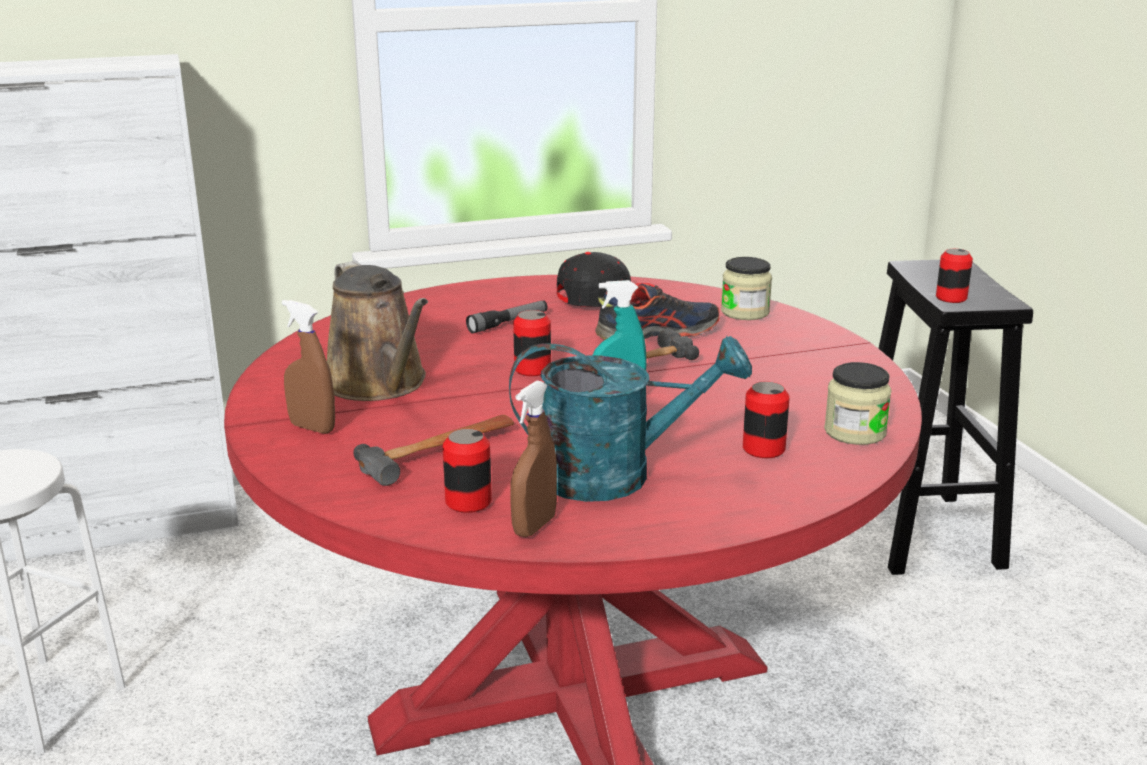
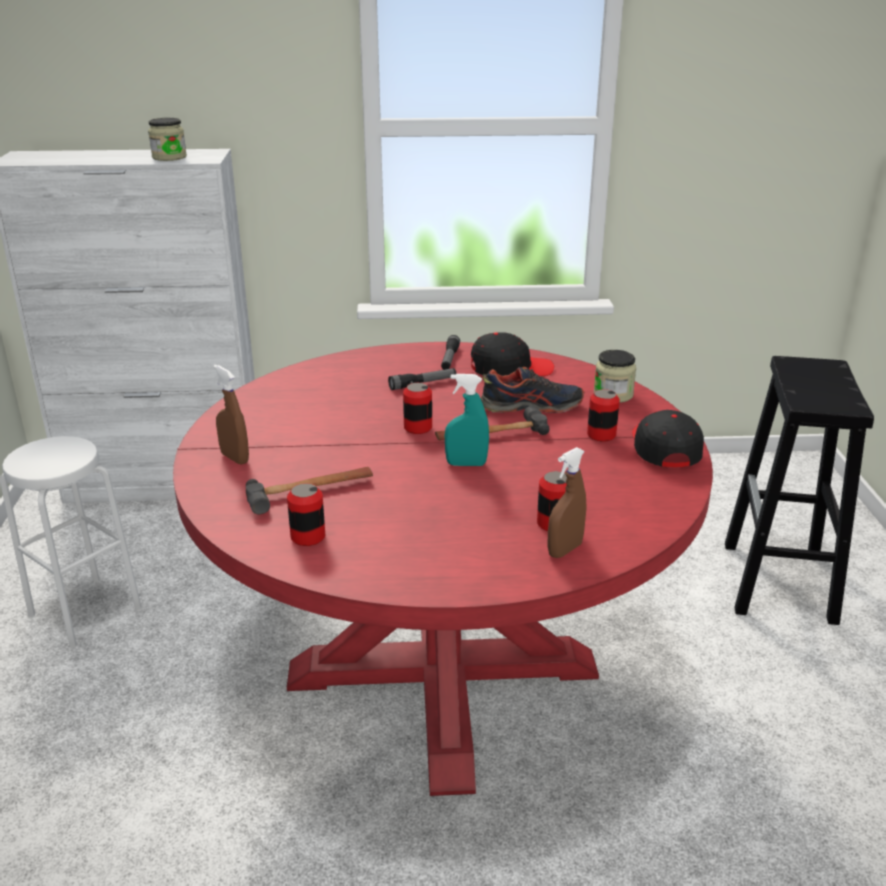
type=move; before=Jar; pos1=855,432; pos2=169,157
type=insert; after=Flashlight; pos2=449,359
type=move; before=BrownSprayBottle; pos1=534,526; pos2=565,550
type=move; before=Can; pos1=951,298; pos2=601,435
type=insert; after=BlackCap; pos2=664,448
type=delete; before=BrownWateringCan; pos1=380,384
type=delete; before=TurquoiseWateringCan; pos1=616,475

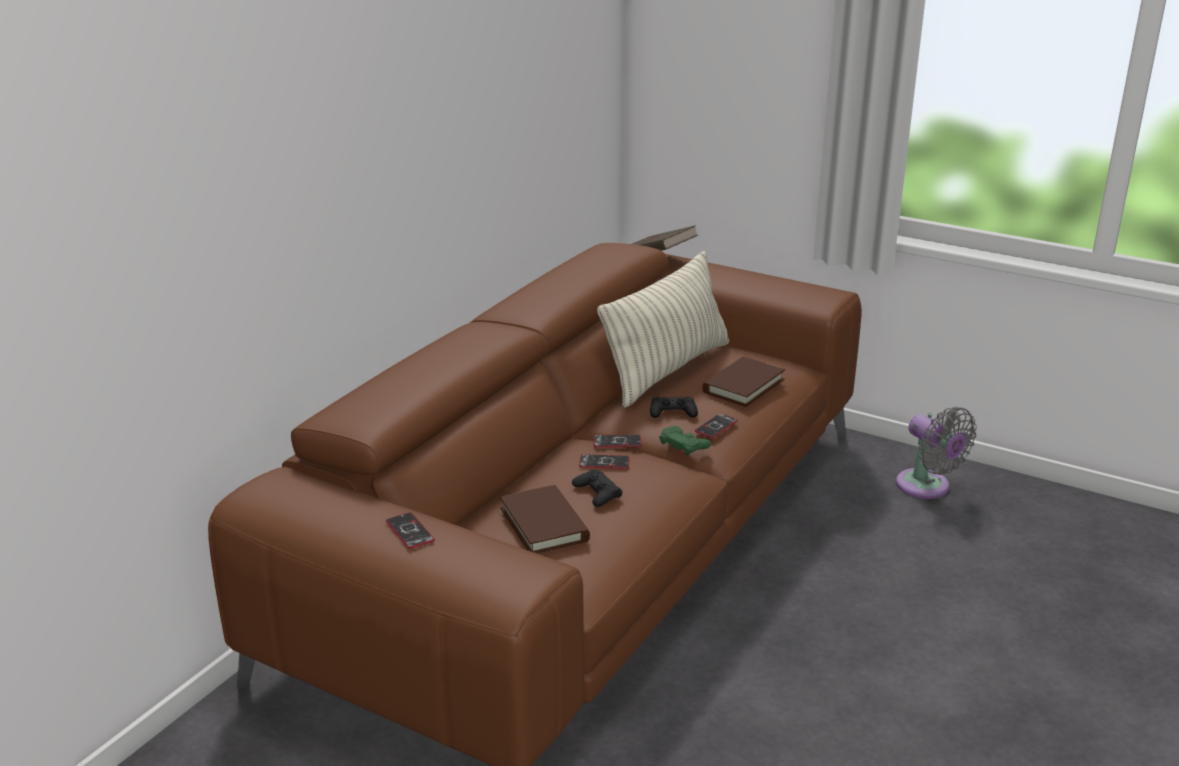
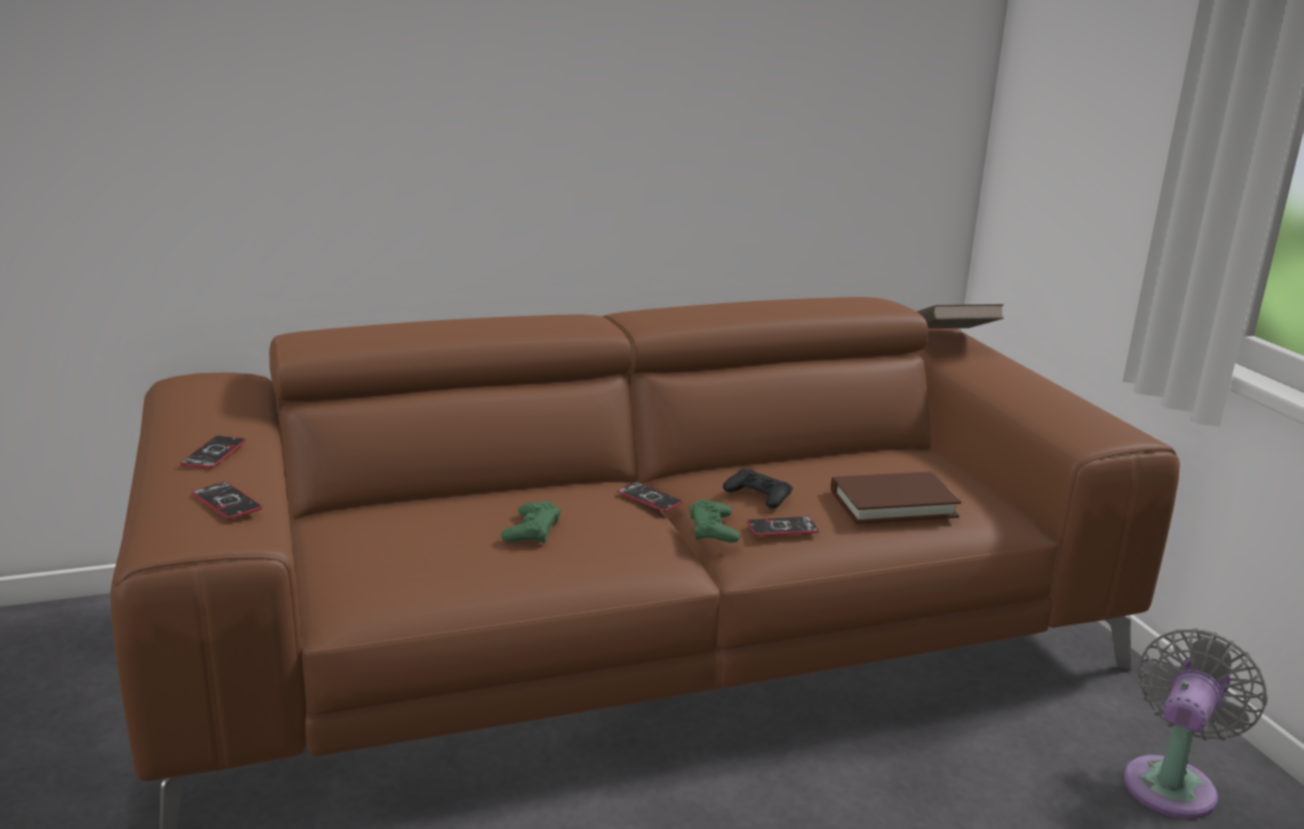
type=move; before=Phone; pos1=604,463; pos2=227,502
type=recolor; before=BlackGameController; after=GreenGameController; pos1=597,493; pos2=531,530
type=rotate; before=GreyFan; pos1=927,487; pos2=1172,782; turn=-150
type=delete; before=BrownBook; pos1=544,524
type=delete; before=Pillow; pos1=667,370

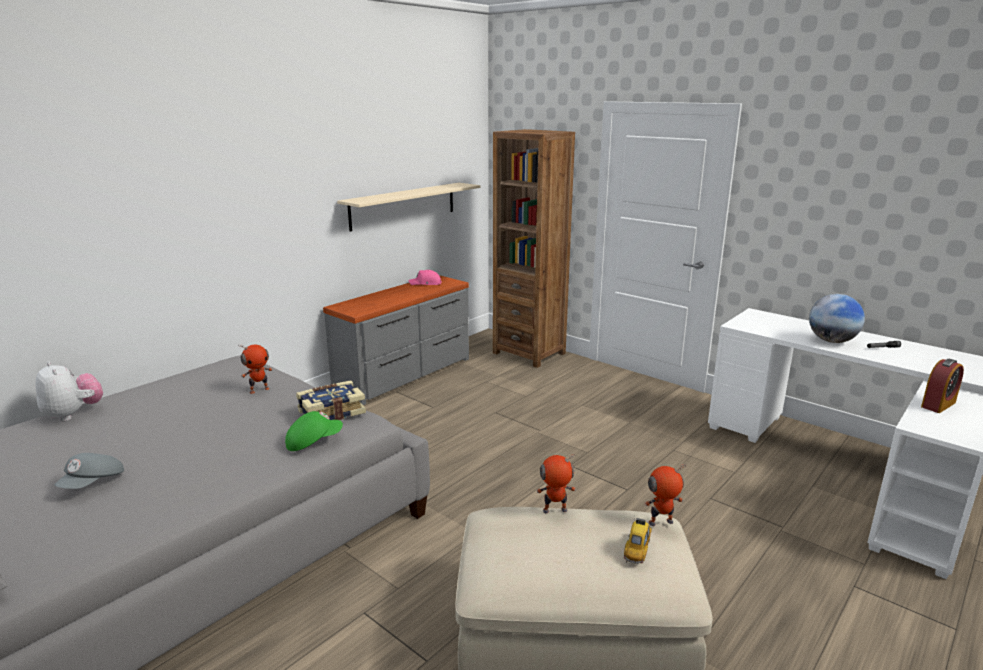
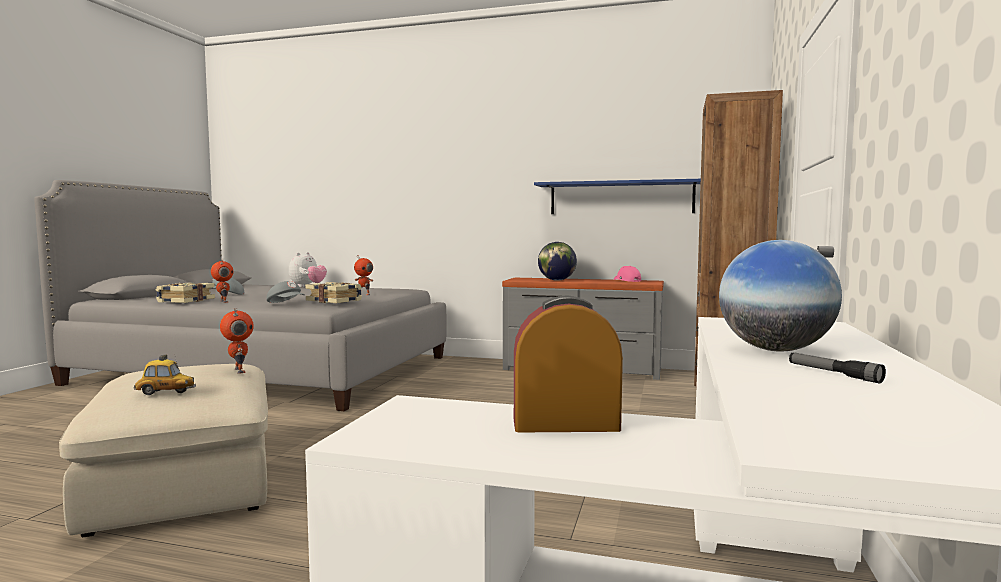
type=insert; after=Book; pos2=185,301
type=move; before=ToyRobot; pos1=661,523; pos2=223,301
type=recolor; before=GreenCap; after=GreyCap; pos1=313,441; pos2=286,303
type=rotate; before=AlarmClock; pos1=938,404; pos2=565,424; turn=150
type=recolor; before=BeigeShelf; after=BlueShelf; pos1=403,205; pos2=621,198
type=insert; after=Globe; pos2=557,280

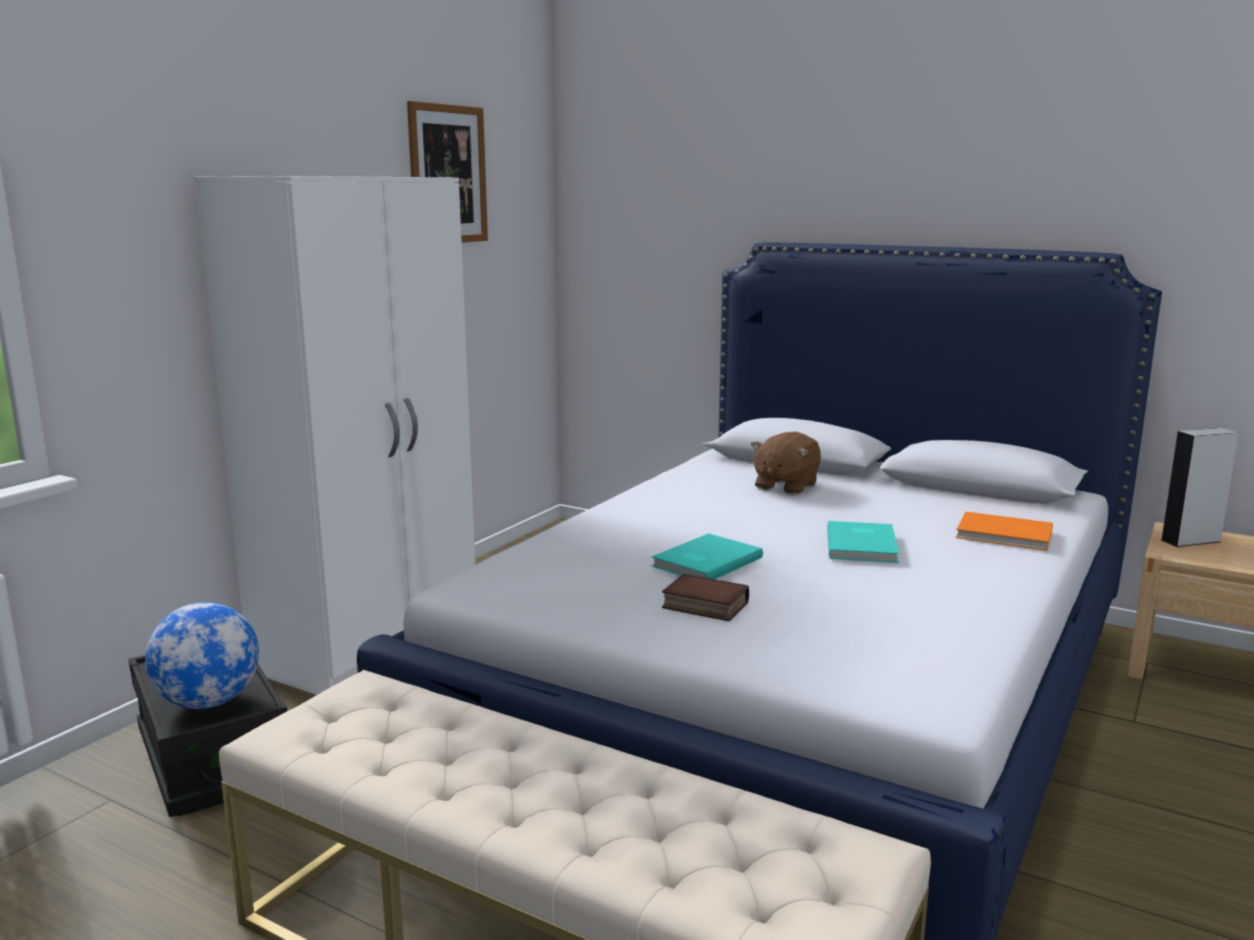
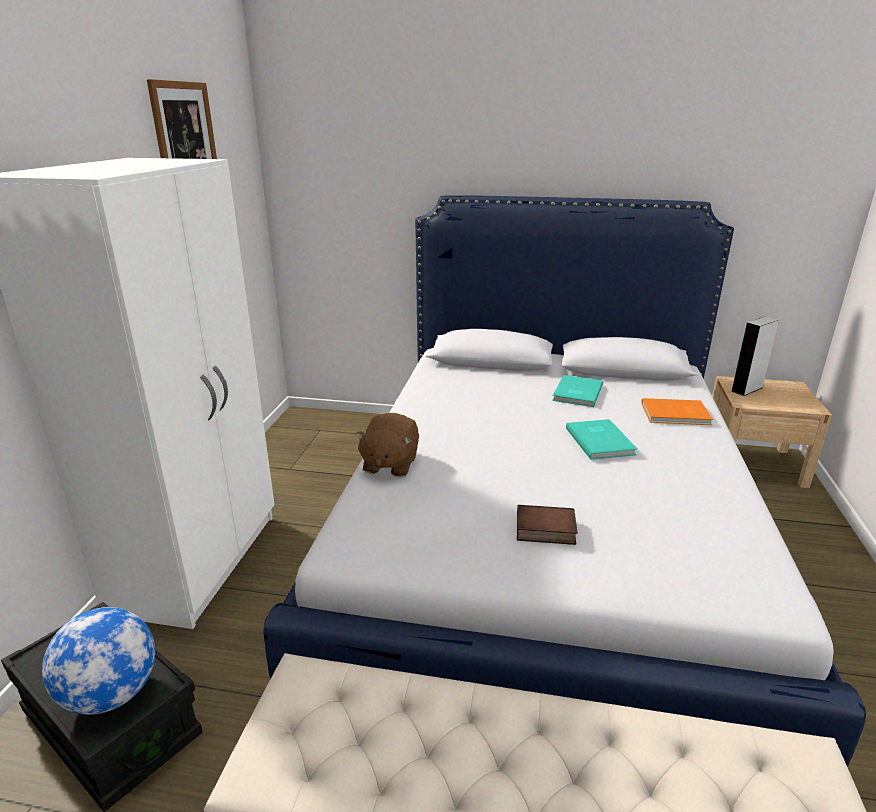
type=move; before=BrownPlushToy; pos1=785,486; pos2=389,464
type=move; before=TurquoiseBook; pos1=704,561; pos2=576,393

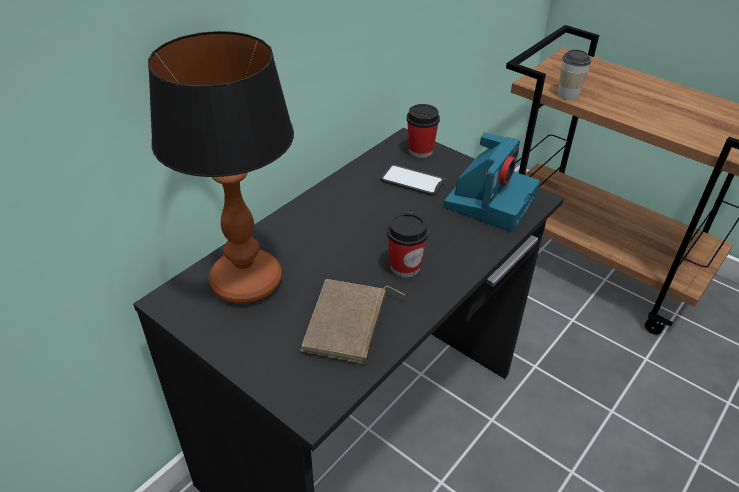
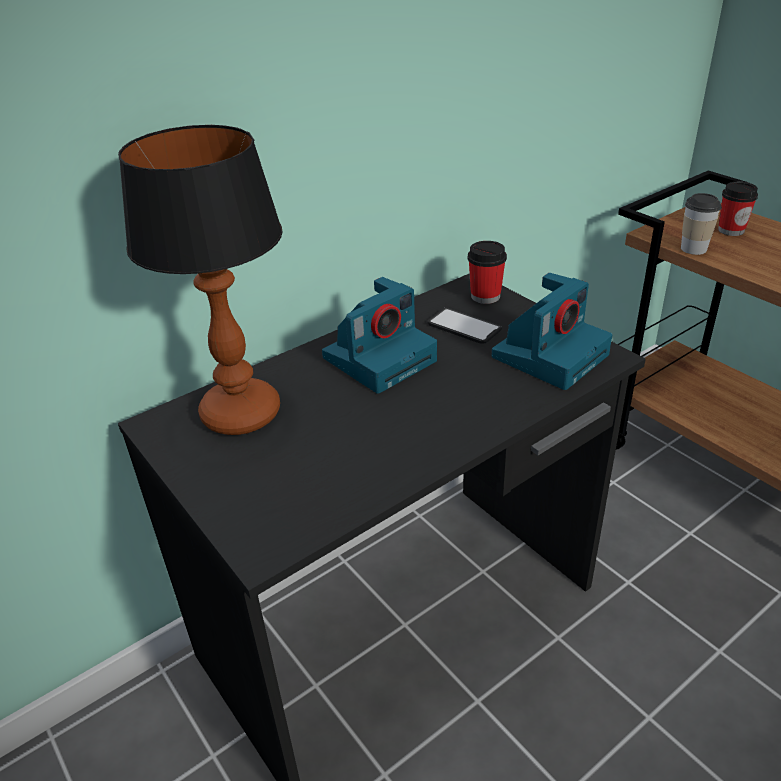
type=insert; after=PhotoCamera; pos2=380,358
type=move; before=Cup; pos1=405,266; pos2=731,230
type=delete; before=BrownBook; pos1=348,325

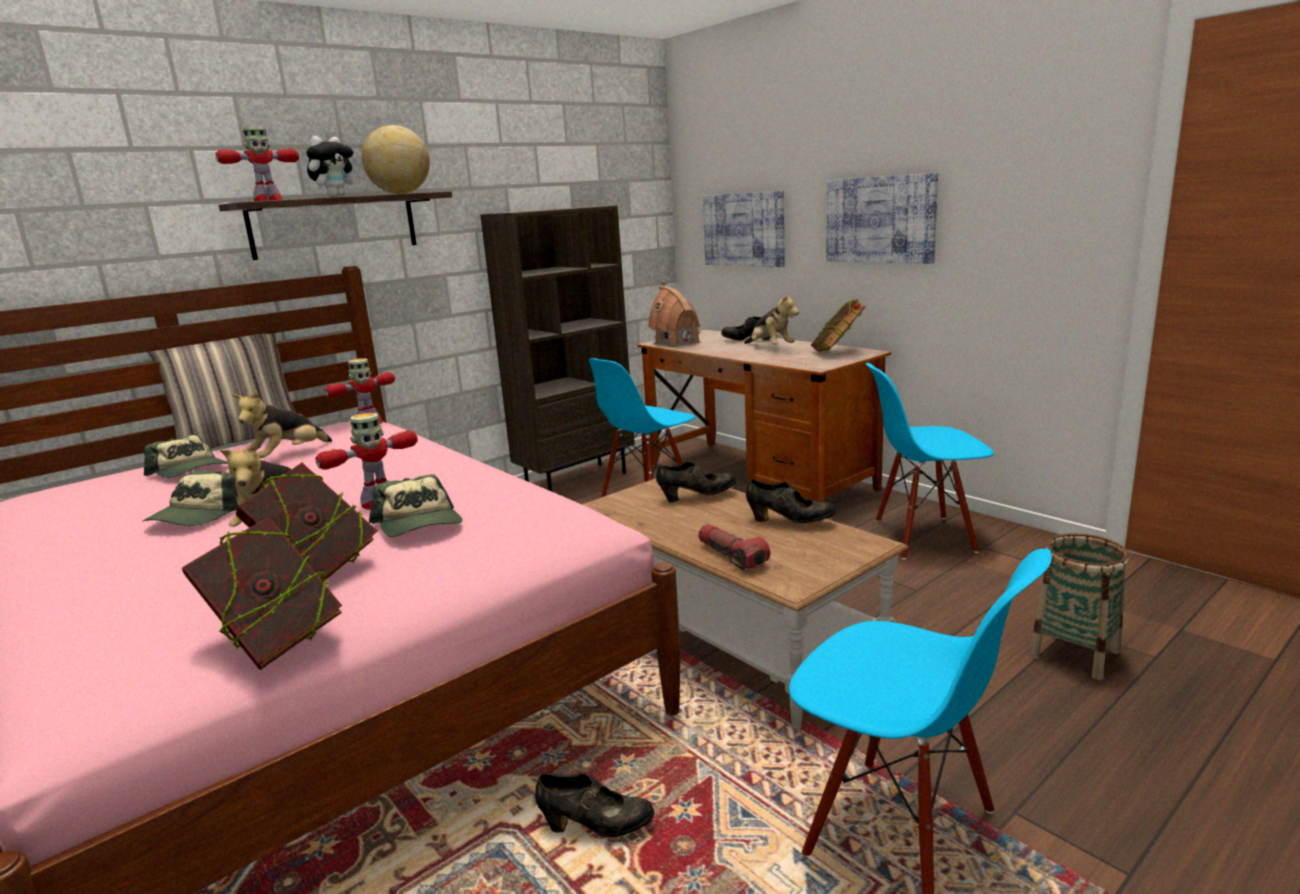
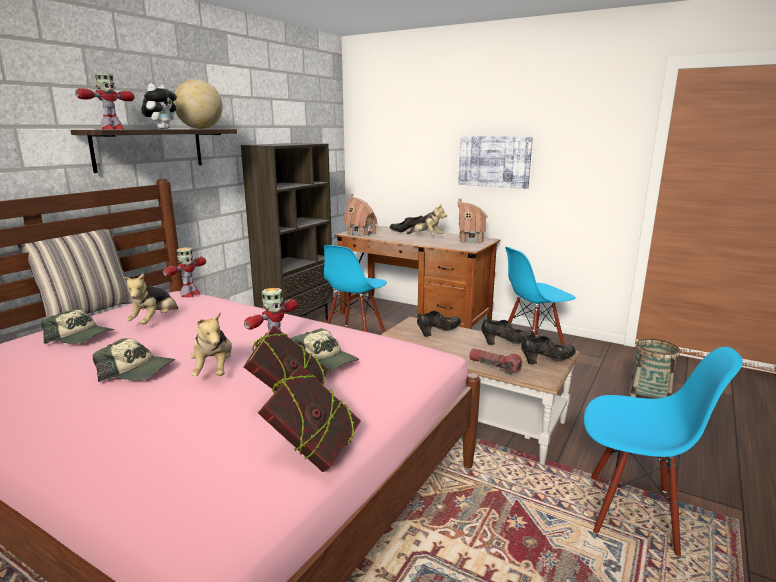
type=rotate; before=Cap; pos1=197,516; pos2=138,371; turn=-75
type=replace; before=Book; after=ToyHouse; pos1=837,352; pos2=470,240
type=move; before=BlackShoe; pos1=596,827; pos2=547,361
type=delete; before=Picture; pos1=744,229

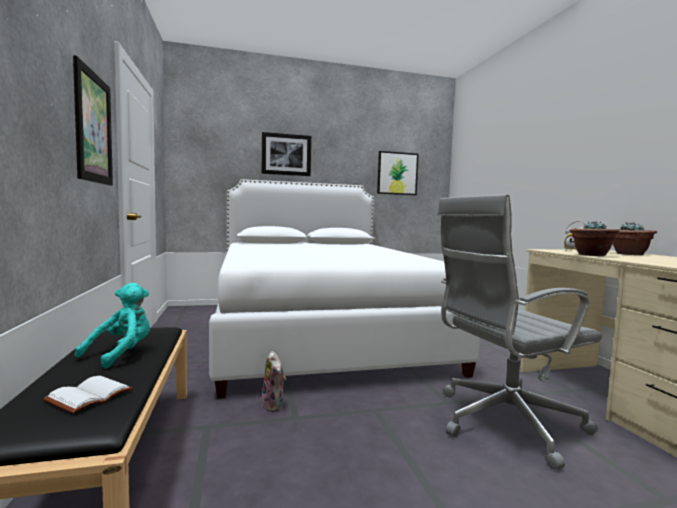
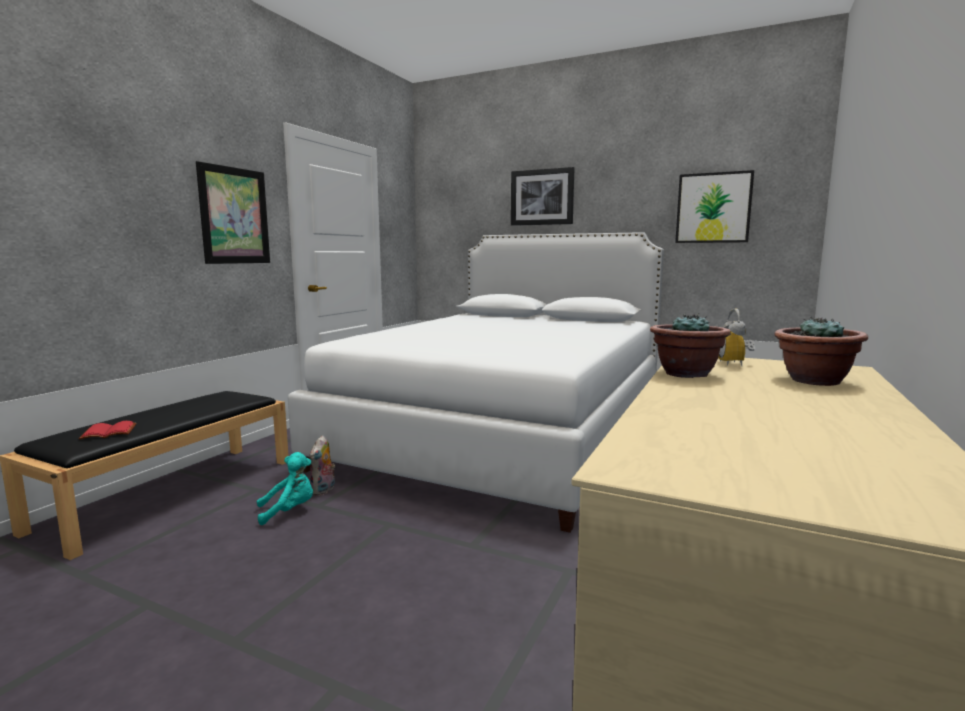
type=recolor; before=WhiteBook; after=RedBook; pos1=89,395; pos2=110,432
type=move; before=TurquoisePlushToy; pos1=121,353; pos2=289,511
type=delete; before=GreyOfficeChair; pos1=504,422

